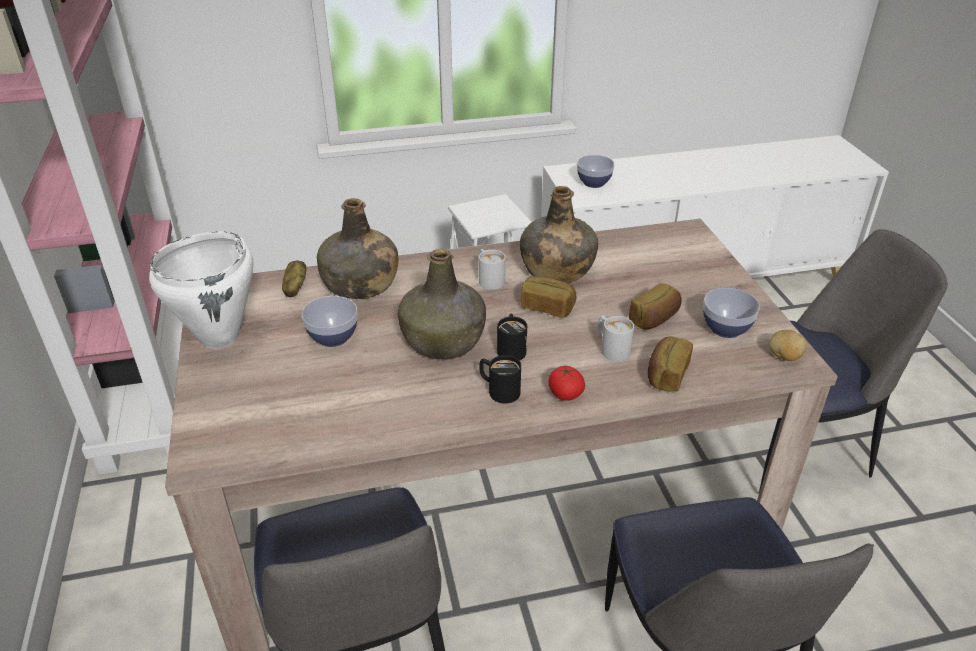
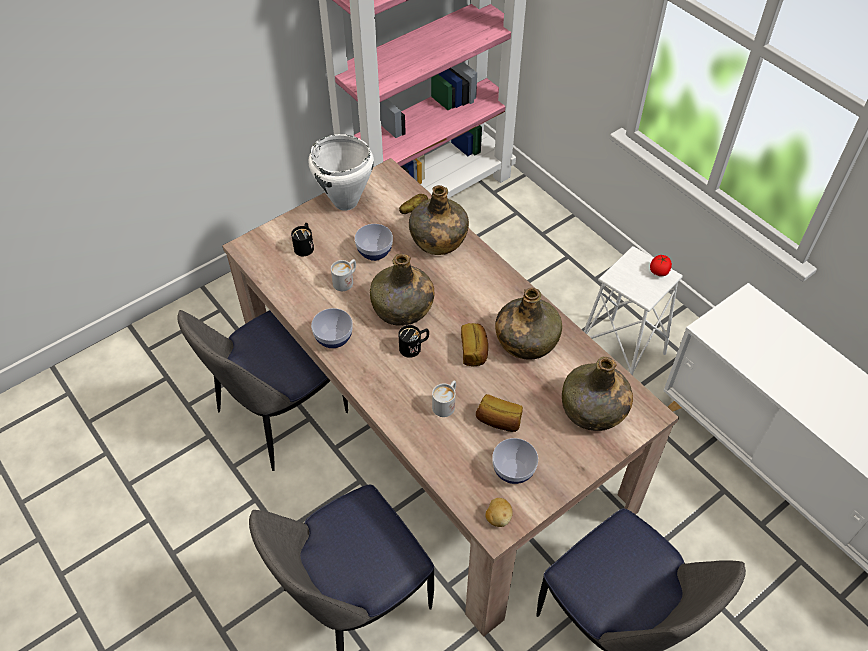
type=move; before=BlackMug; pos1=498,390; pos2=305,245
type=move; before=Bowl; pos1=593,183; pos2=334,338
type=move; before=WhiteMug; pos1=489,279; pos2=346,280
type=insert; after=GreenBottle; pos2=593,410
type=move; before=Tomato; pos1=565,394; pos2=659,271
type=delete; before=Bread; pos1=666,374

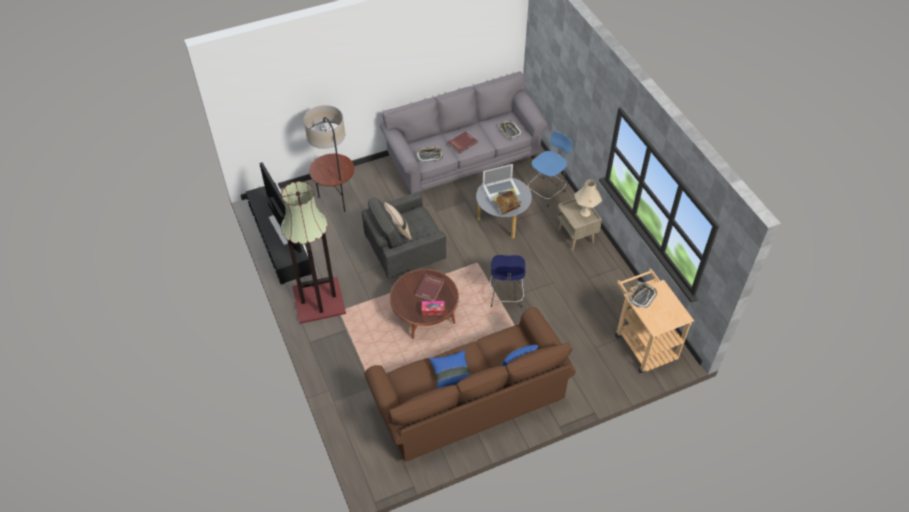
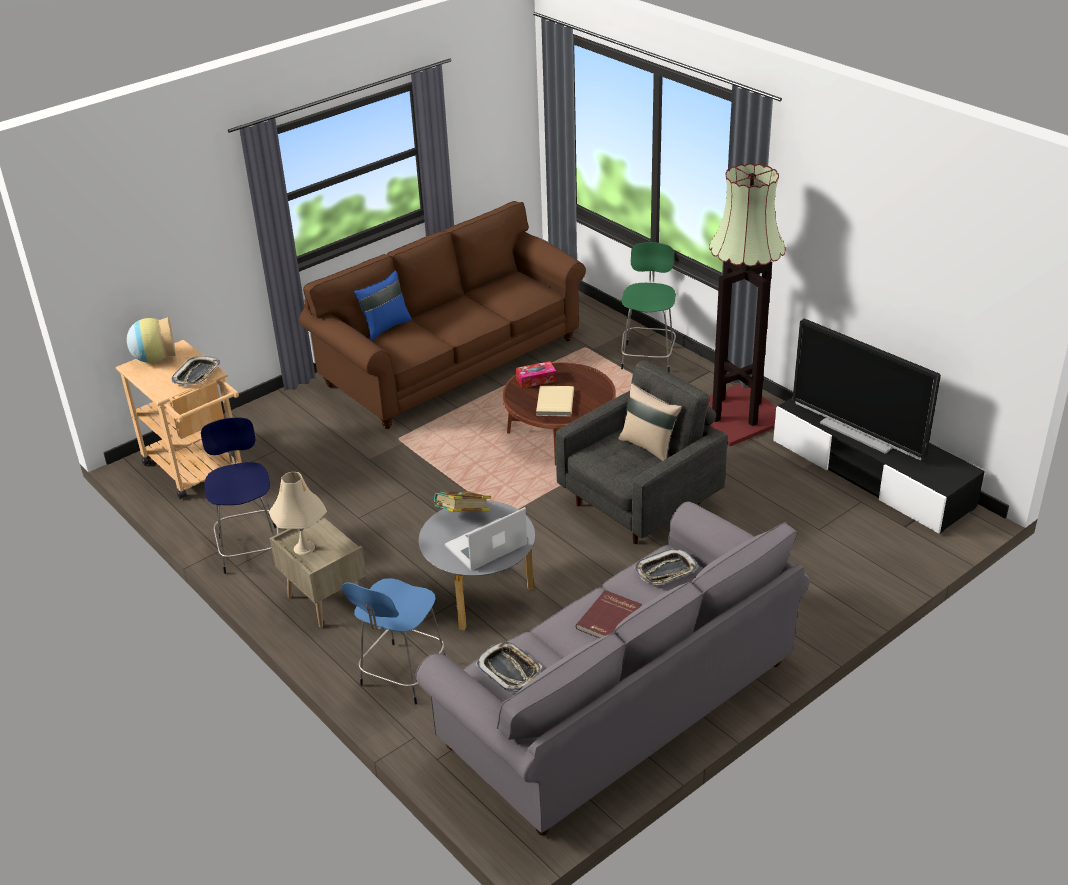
type=insert; after=Vase; pos2=155,358
type=move; before=BlueStool; pos1=506,296; pos2=250,547
type=recolor; before=RedBook; after=BeigeBook; pos1=430,289; pos2=554,403
type=insert; after=GreenStool; pos2=648,356
type=delete; before=FloorLamp; pos1=336,200
type=delete; before=BluePillow; pos1=451,373

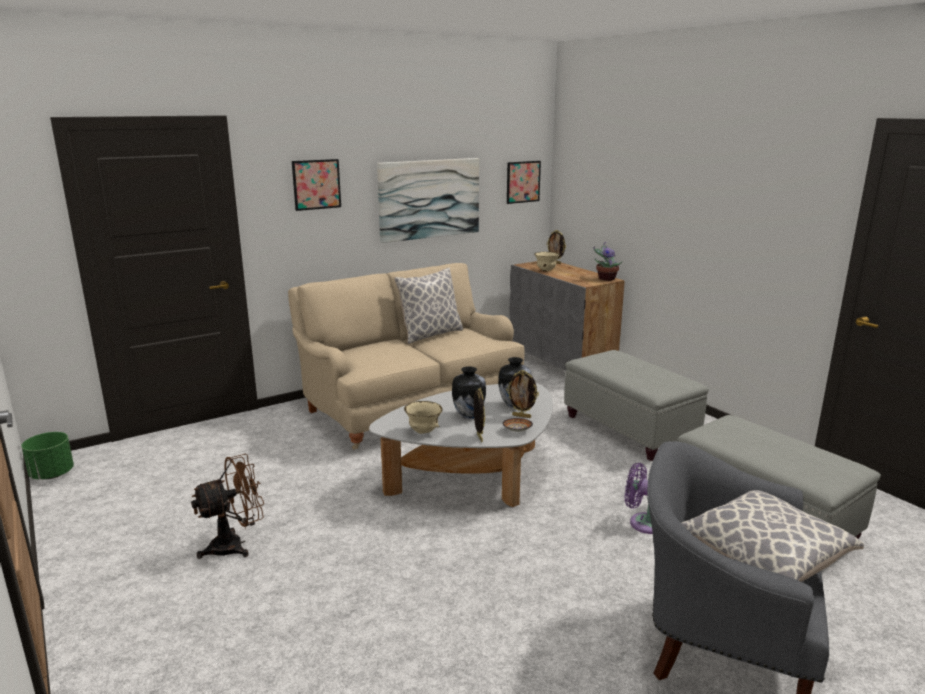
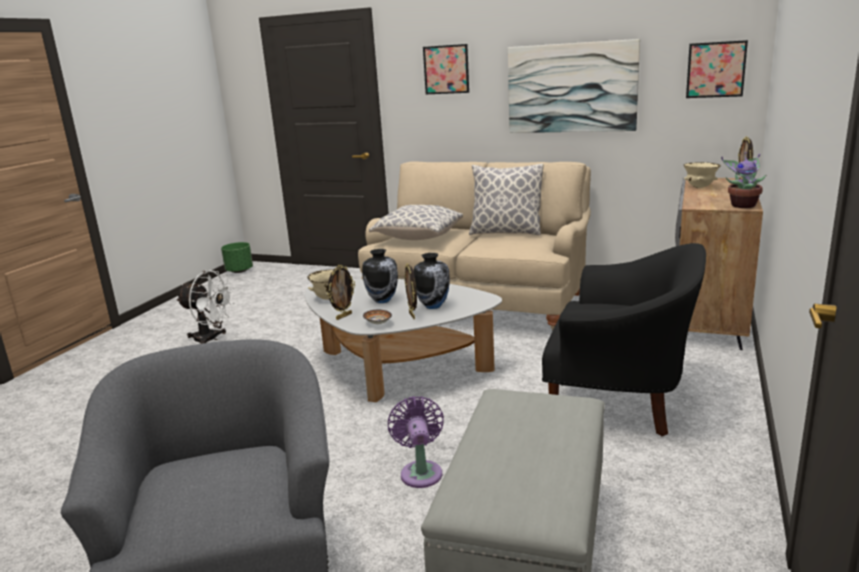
type=recolor; before=BrownFan; after=WhiteFan; pos1=235,545; pos2=211,339
type=move; before=Pillow; pos1=764,559; pos2=418,237
type=replace; before=GreyOttoman; after=BlackArmchair; pos1=629,430; pos2=621,401

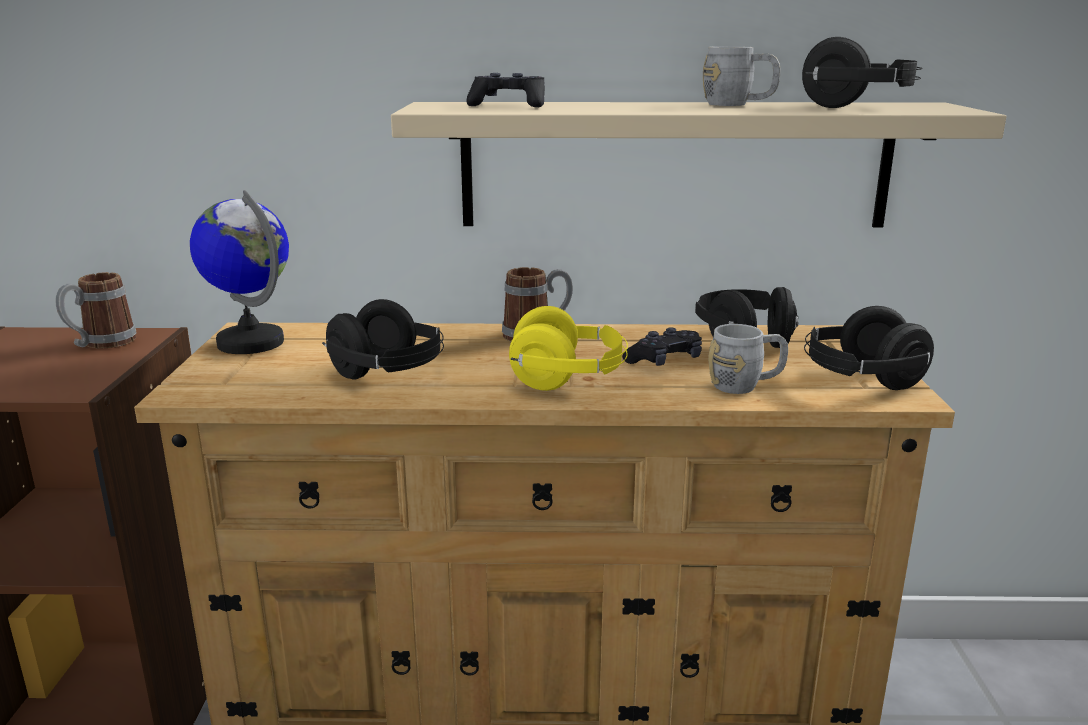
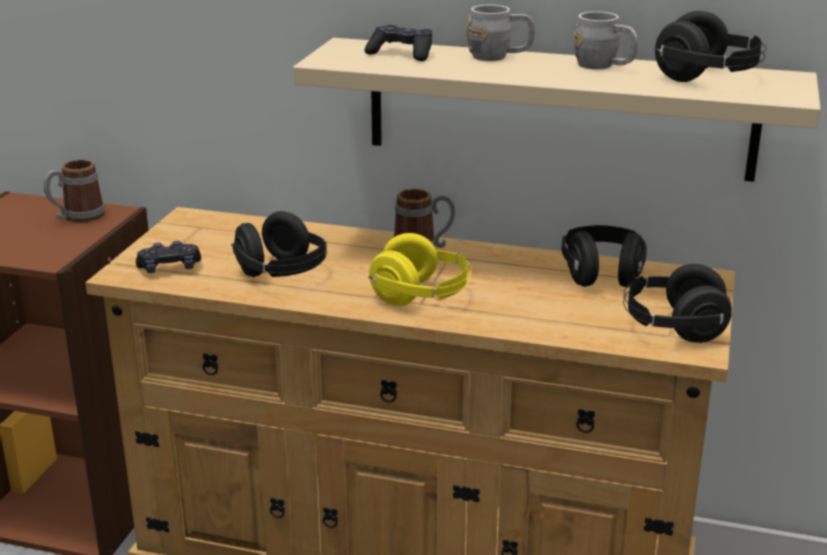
type=move; before=BlackGameController; pos1=664,361; pos2=169,268
type=move; before=GreyMug; pos1=745,385; pos2=499,56
type=delete; before=Globe; pos1=251,342

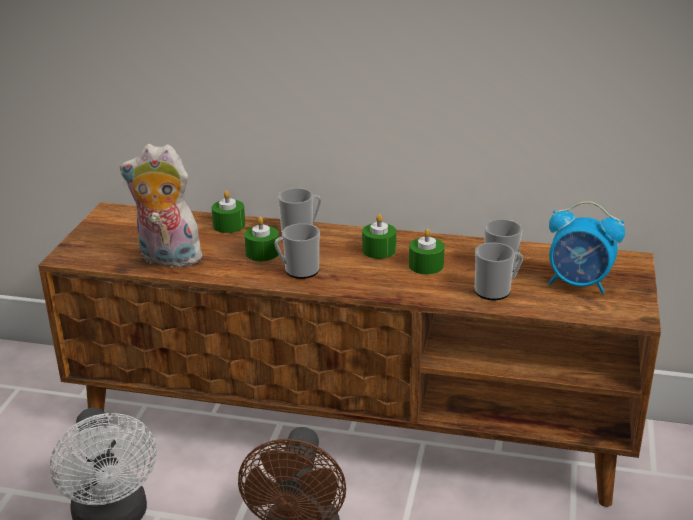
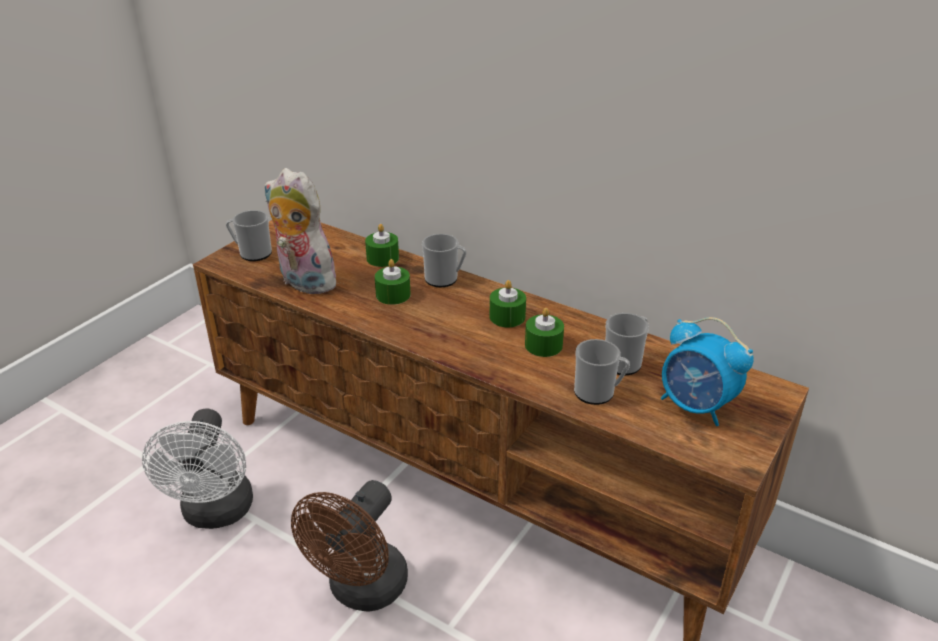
type=move; before=Mug; pos1=298,271; pos2=252,253

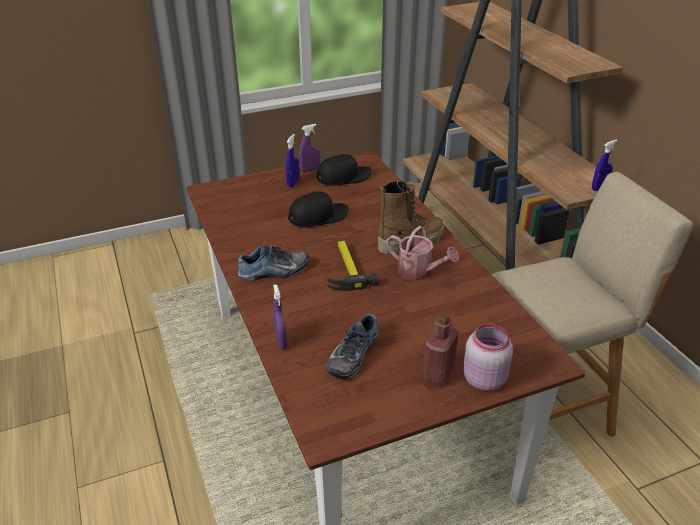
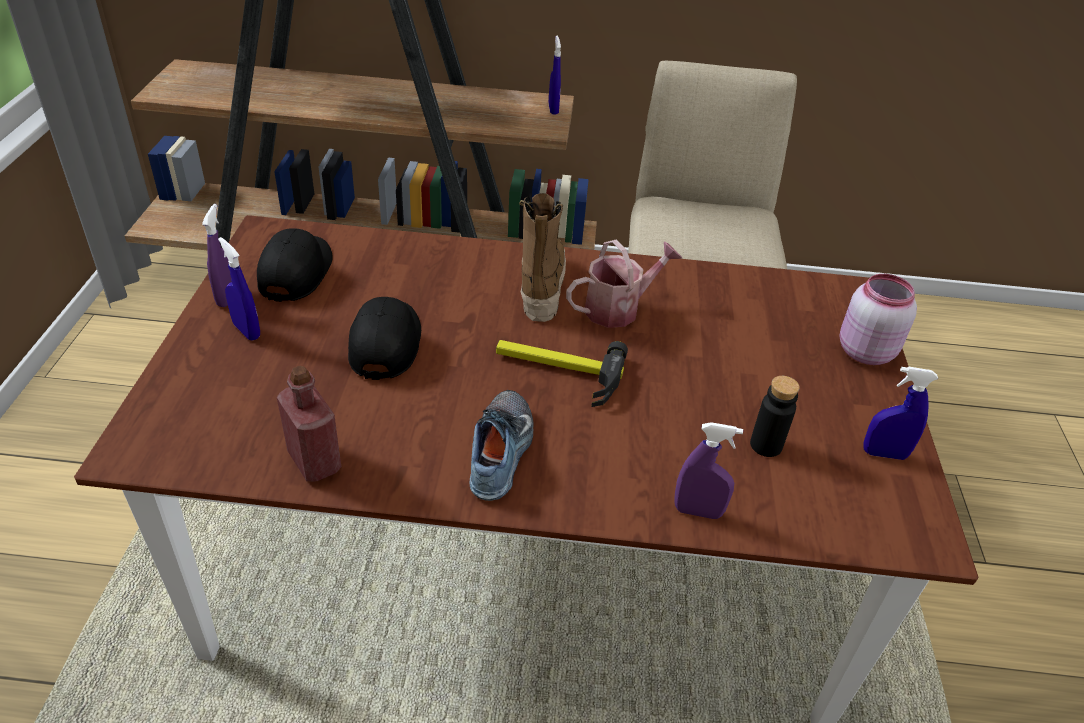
type=move; before=RedBottle; pos1=438,372; pos2=314,461
type=replace; before=Shoe; after=BlackBottle; pos1=351,354; pos2=766,445
type=insert; after=BlueSprayBottle; pos2=884,454

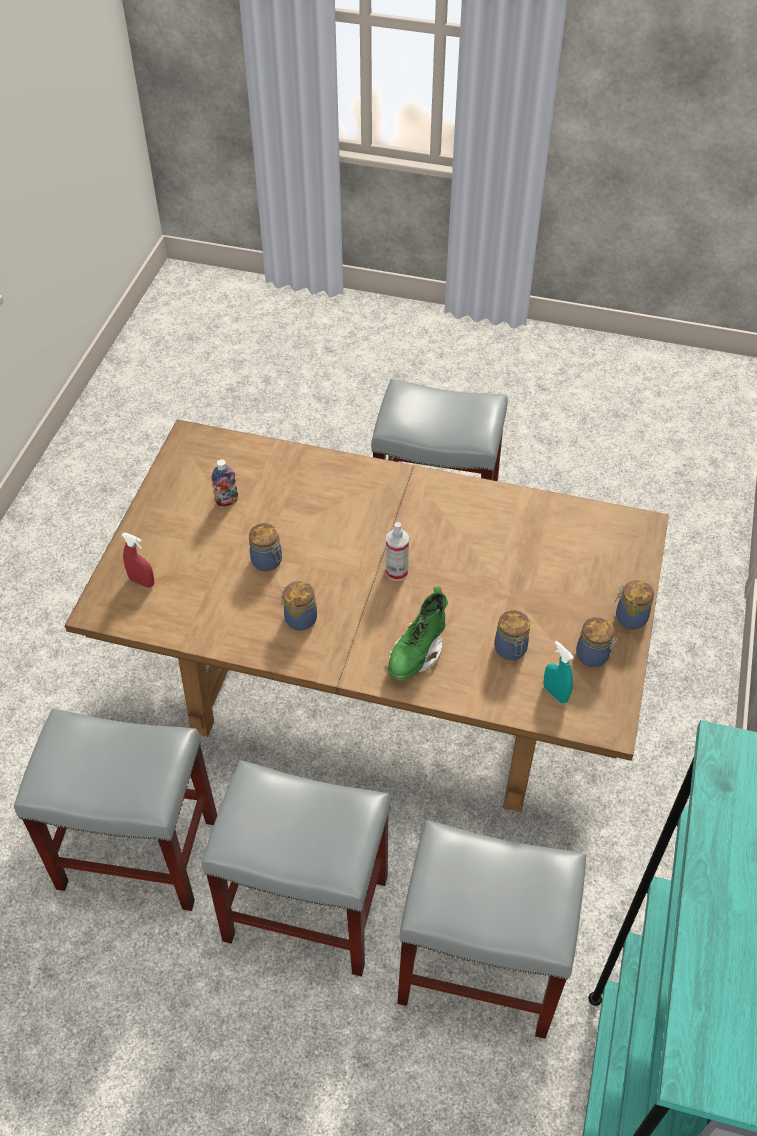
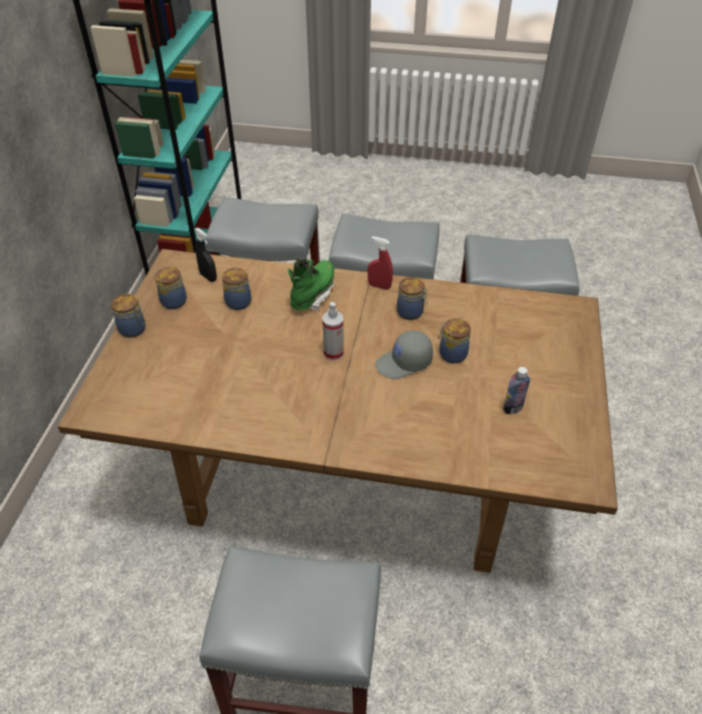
type=recolor; before=TurquoiseSprayBottle; after=BlackSprayBottle; pos1=555,693; pos2=208,277
type=move; before=RedSprayBottle; pos1=142,582; pos2=379,286
type=insert; after=GreyCap; pos2=404,363

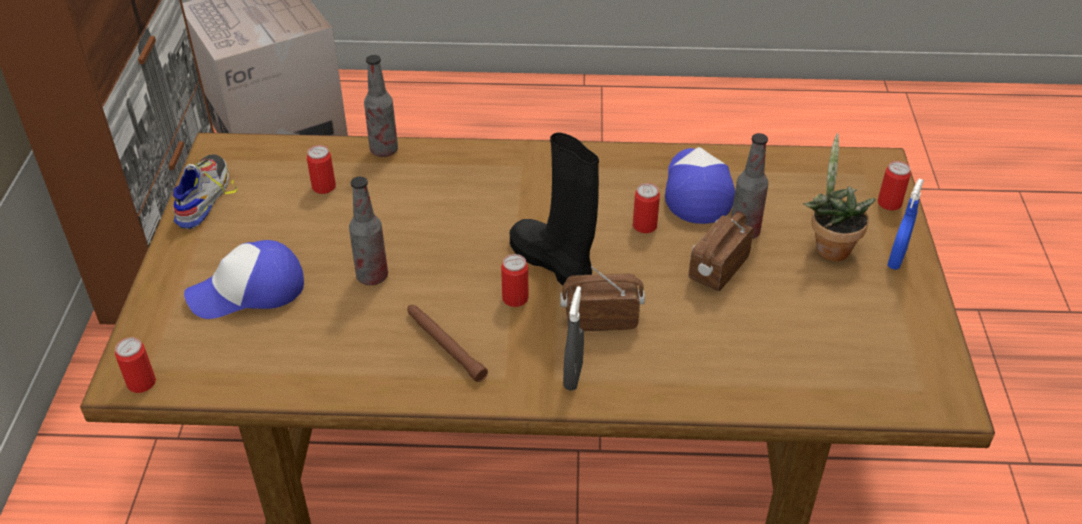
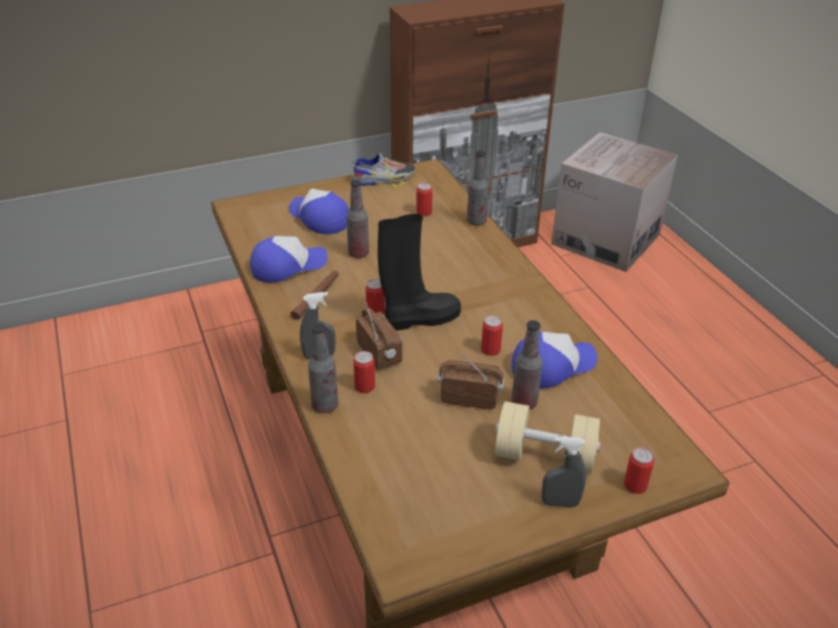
type=insert; after=Cap; pos2=288,266
type=insert; after=Bottle; pos2=325,406
type=move; before=Can; pos1=141,383; pos2=364,386
type=rotate; before=BlackBoot; pos1=553,263; pos2=420,319; turn=45
type=replace; before=PottedPlant; after=BeigeDumbbell; pos1=829,246; pos2=544,456
type=recolor; before=BlueSprayBottle; after=GreySprayBottle; pos1=896,259; pos2=560,503

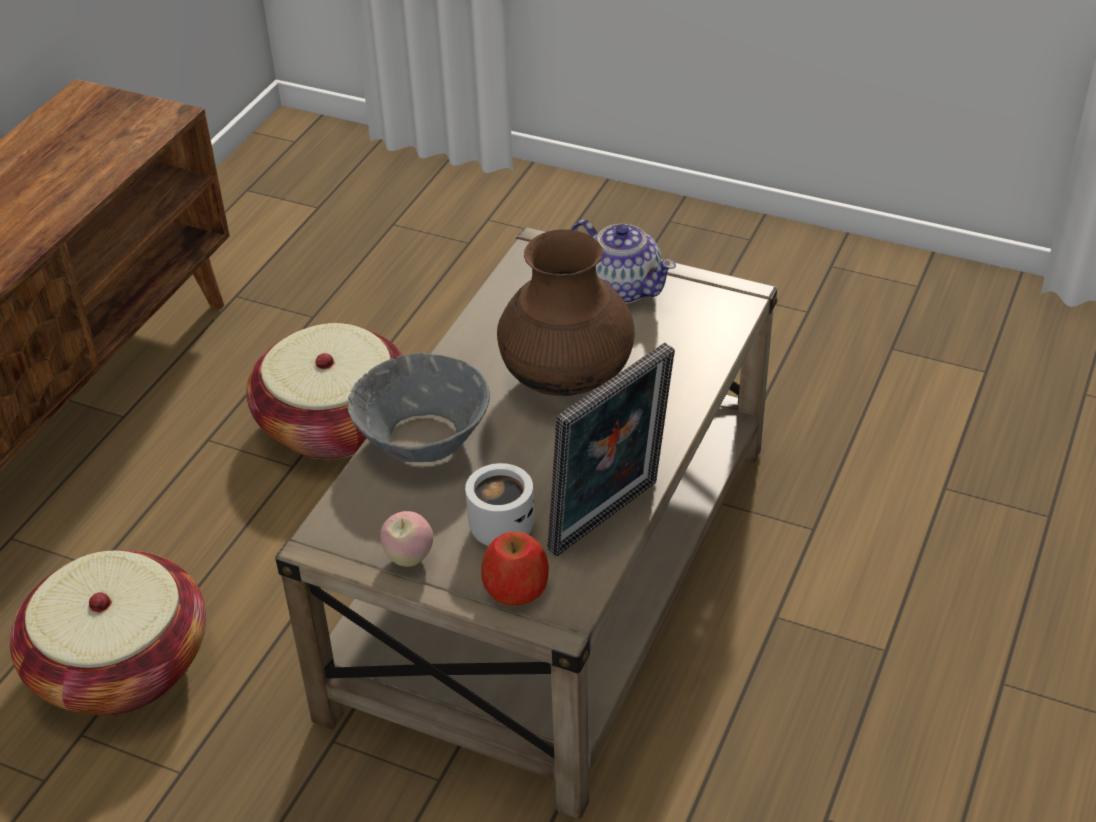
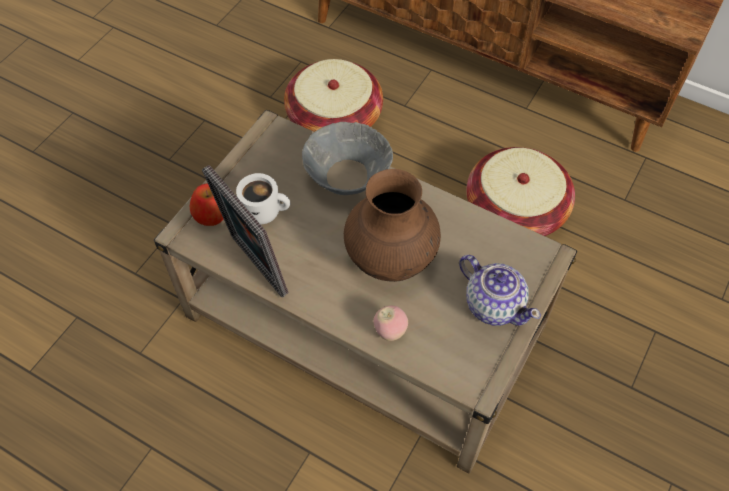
type=move; before=Apple; pos1=409,557; pos2=390,331
type=rotate; before=Teapot; pos1=622,287; pos2=494,304; turn=-90

